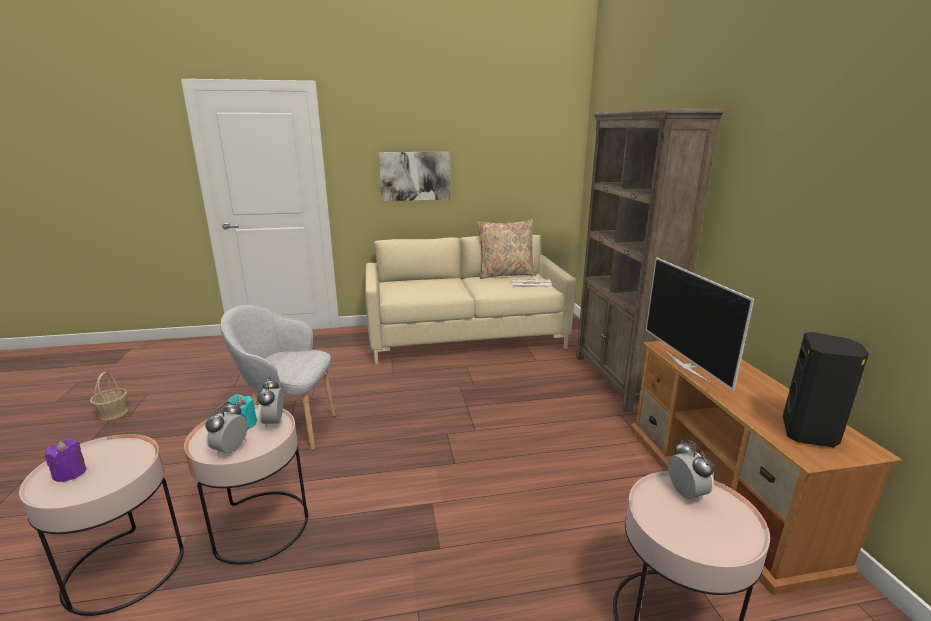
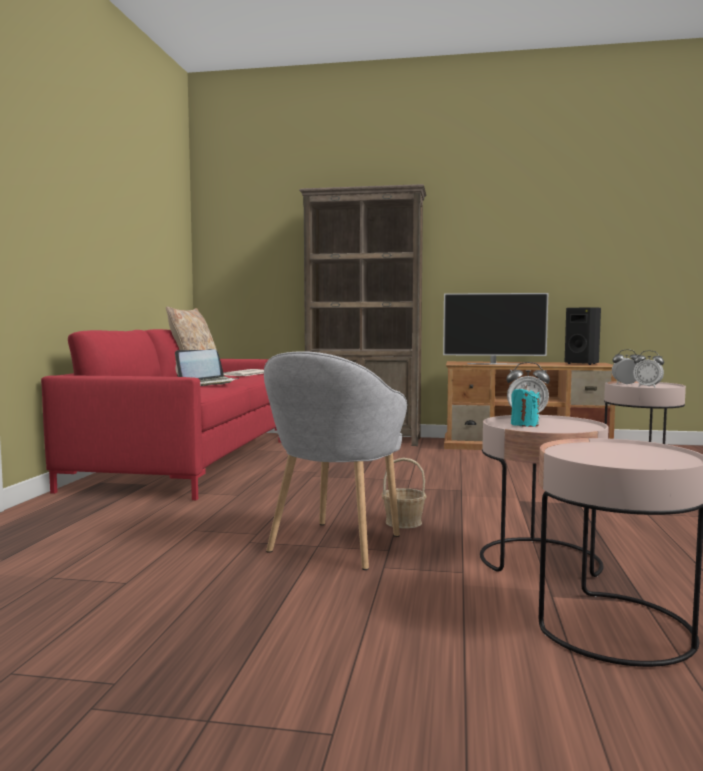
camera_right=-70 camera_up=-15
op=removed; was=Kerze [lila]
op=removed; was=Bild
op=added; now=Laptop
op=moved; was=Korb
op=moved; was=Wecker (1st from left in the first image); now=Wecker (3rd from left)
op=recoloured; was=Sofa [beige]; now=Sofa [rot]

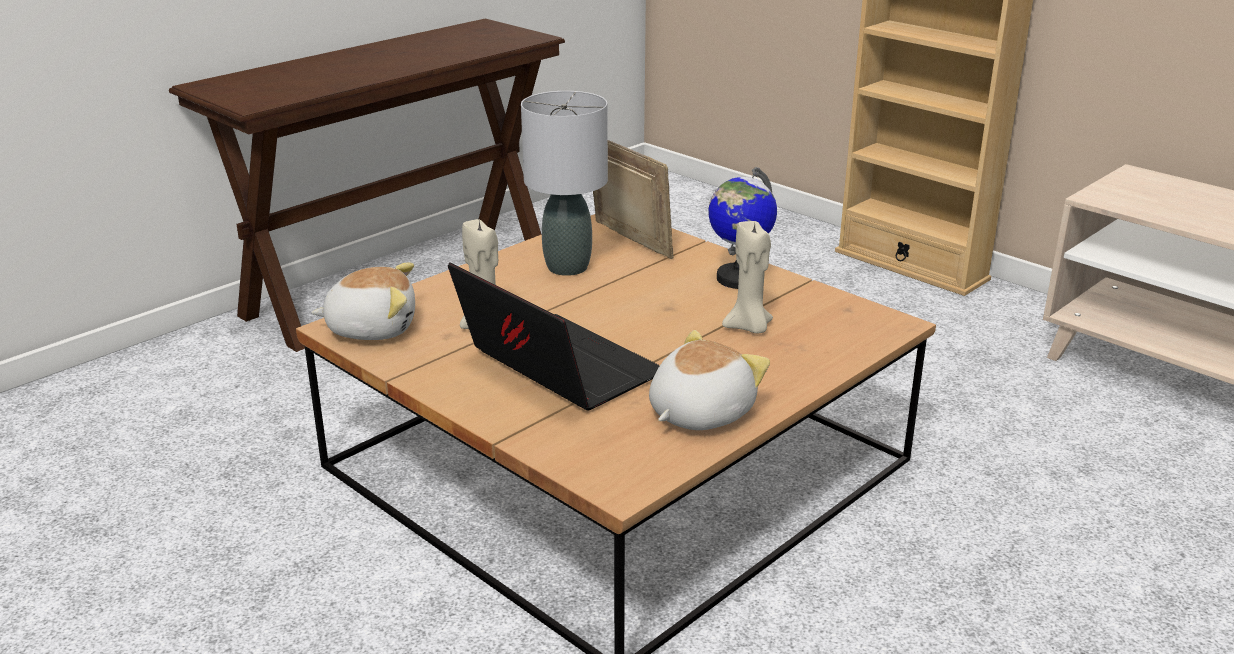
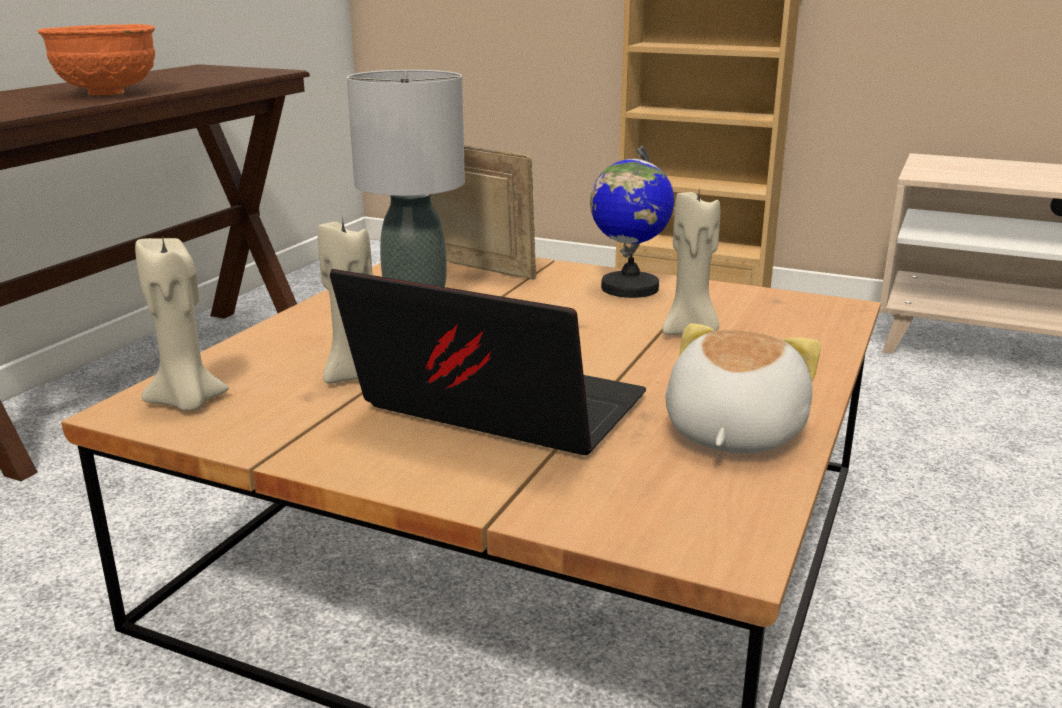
camera_right=-20 camera_up=-5
op=added; now=Schüssel [orange]
op=replaced; was=Plüschtier (1st from left); now=Kerze [beige] (1st from left)

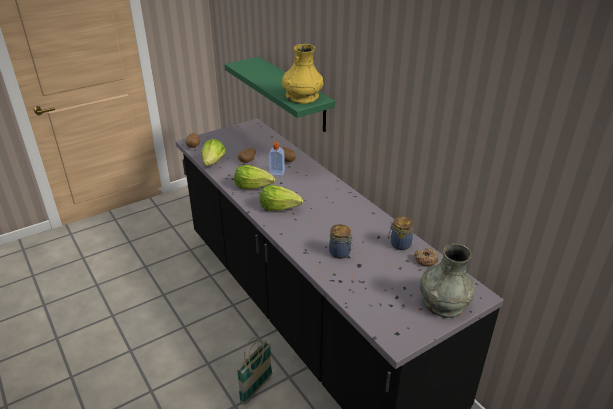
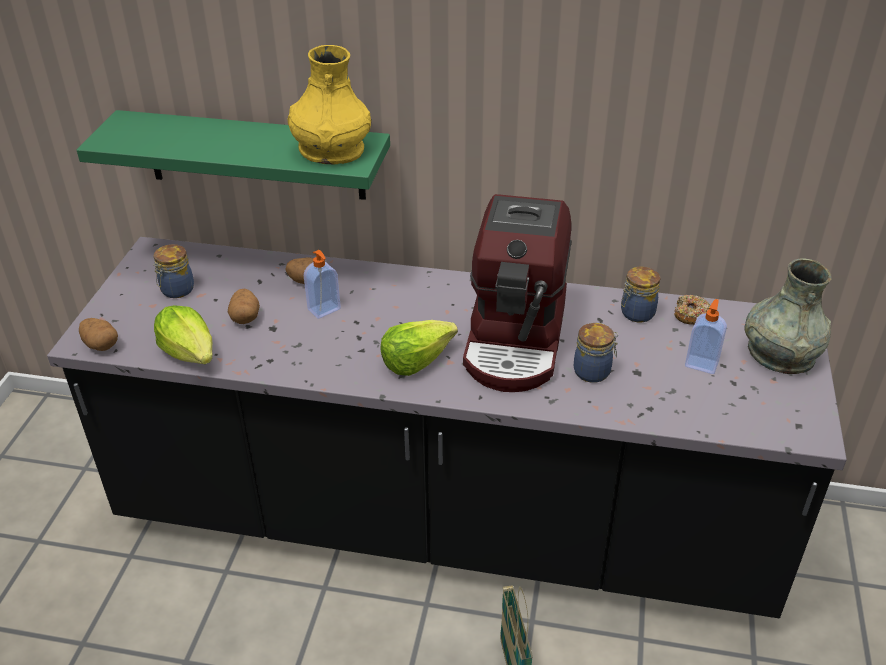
camera_right=-45 camera_up=5
op=removed; was=Salatkopf (2nd from left)
op=added; now=Vorratsglas (1st from left)
op=added; now=Kaffeemaschine
op=added; now=Seifenspender (2nd from left)

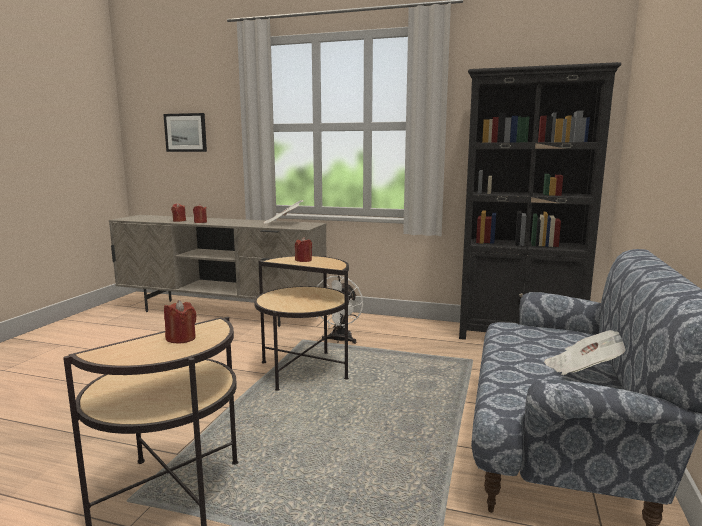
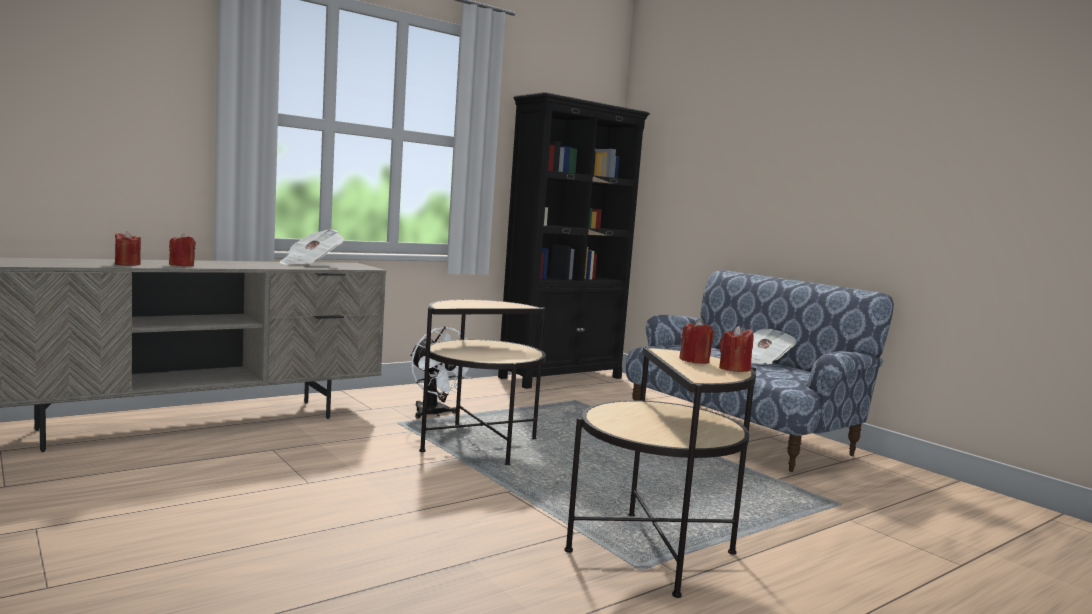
camera_right=-55 camera_up=-5
op=removed; was=Bild
op=moved; was=Kerze [rot] (4th from left)

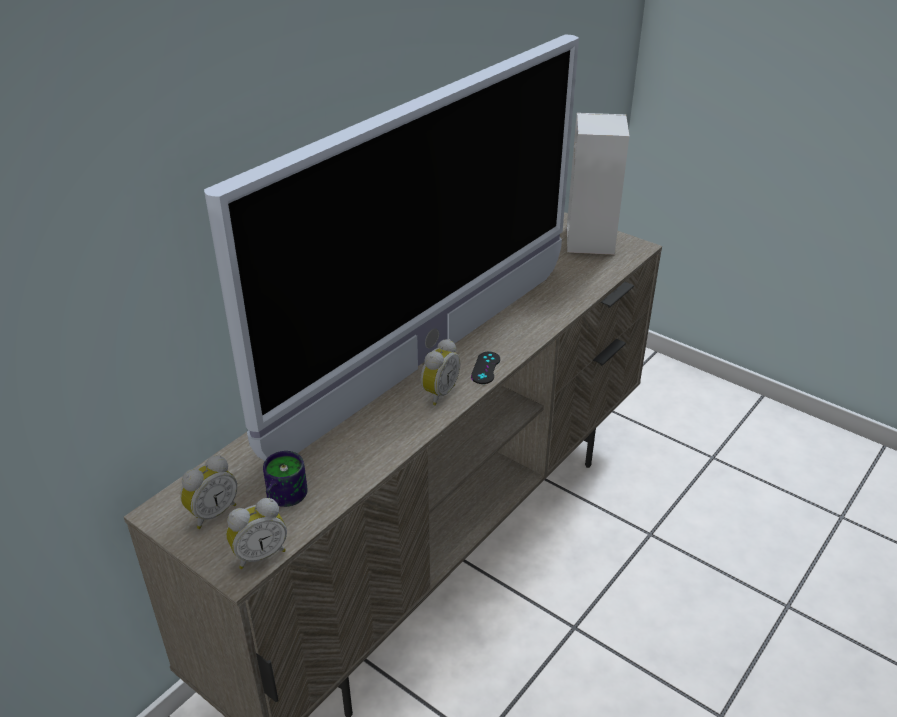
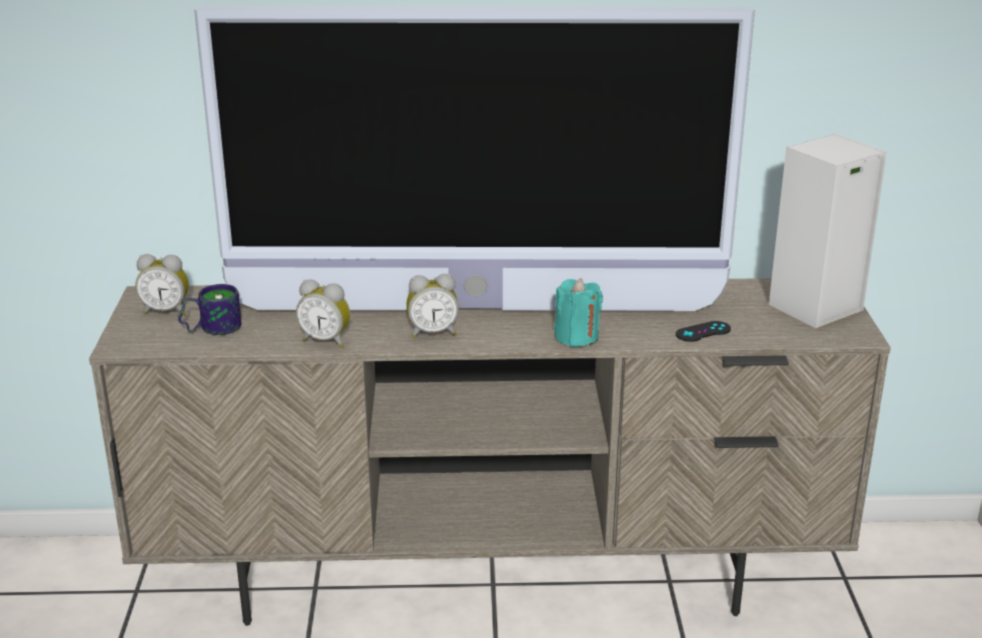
camera_right=50 camera_up=-10
op=added; now=Kerze [türkis]
op=moved; was=Wecker (2nd from left)
op=moved; was=Gamepad [schwarz]

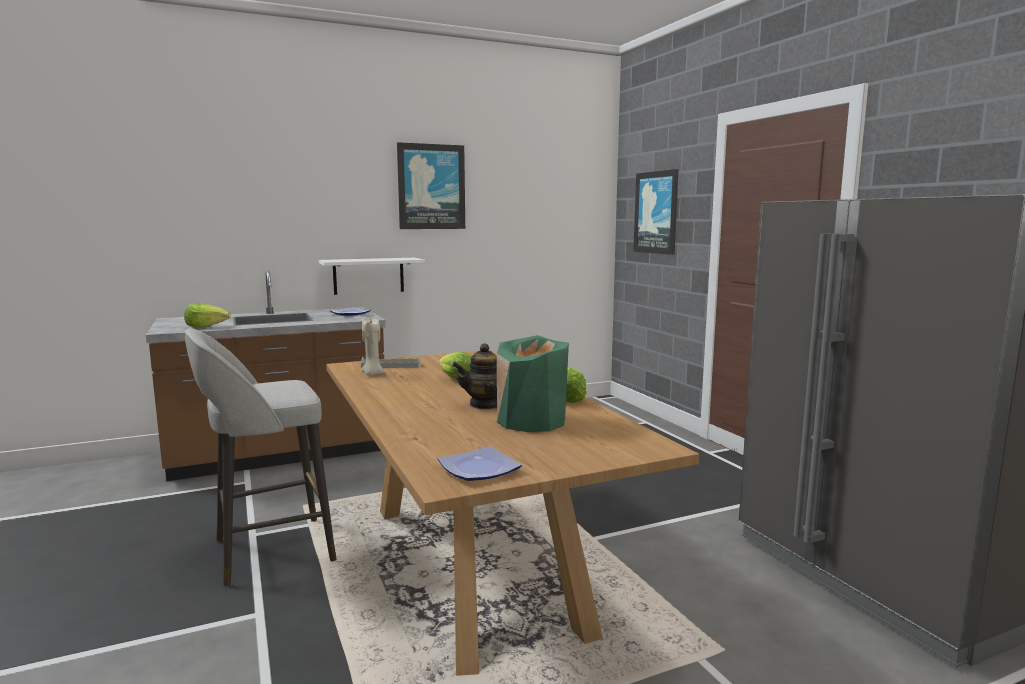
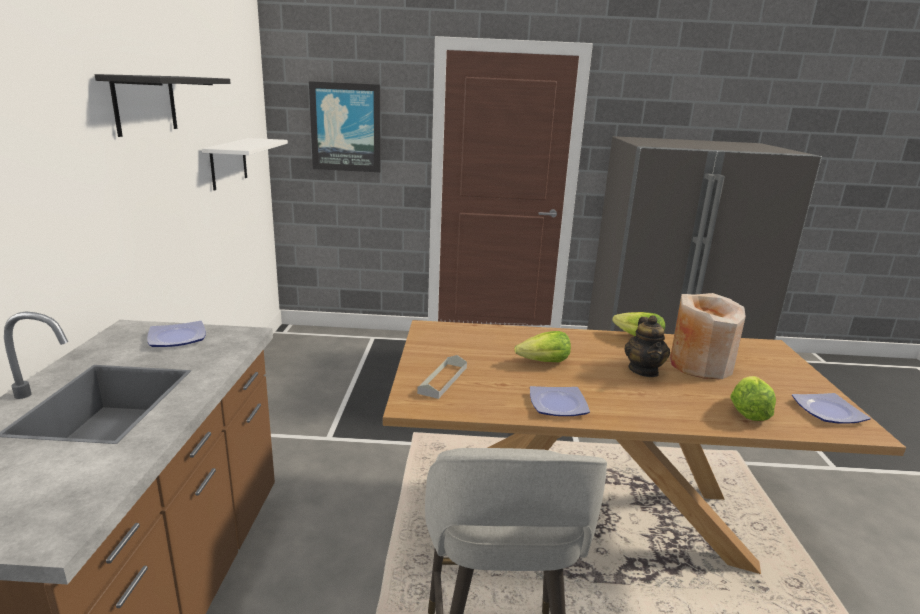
camera_right=-65 camera_up=10
op=removed; was=Kerze [beige]
op=added; now=Teller (2nd from left)
op=moved; was=Salatkopf (1st from left in the first image); now=Salatkopf (3rd from left)
op=moved; was=Wandregal [weiß]
op=replaced; was=Bild (1st from left); now=Wandregal [schwarz]
op=recoloured; was=Vase [grün]; now=Vase [beige]

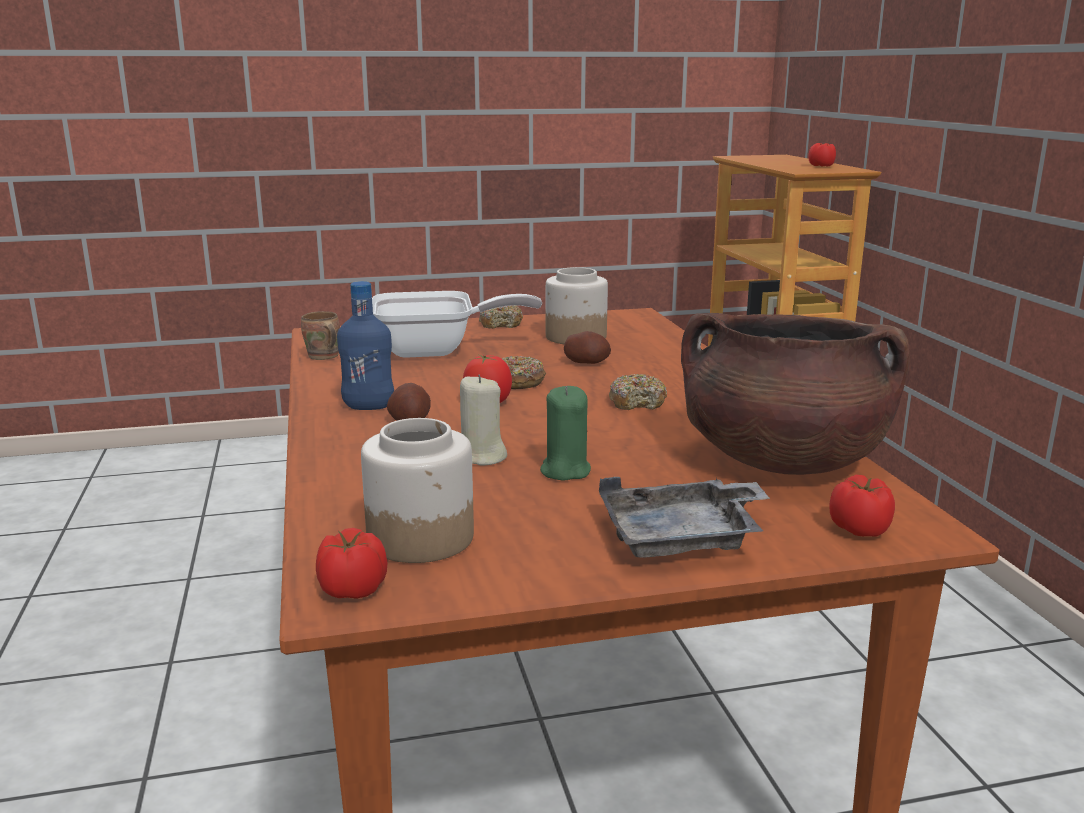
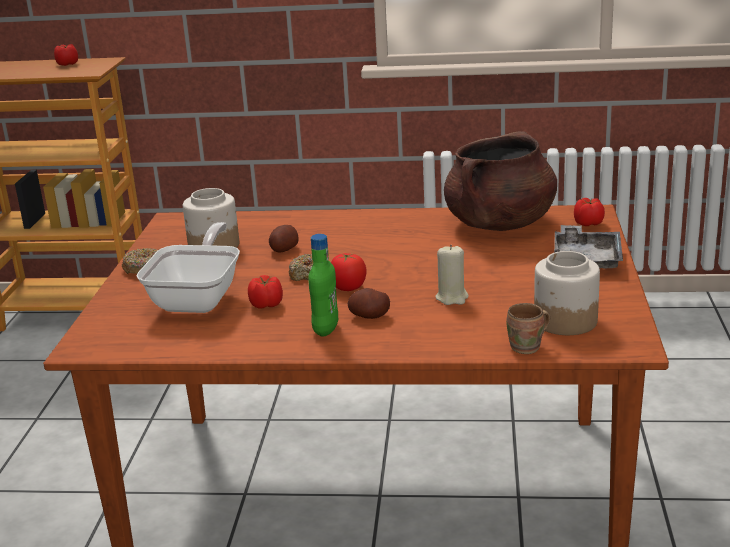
camera_right=-70 camera_up=5
op=removed; was=Kerze [grün]
op=removed; was=Donut (3rd from left)
op=moved; was=Henkelbecher [braun]
op=moved; was=Tomate (1st from left in the first image); now=Tomate (2nd from left)
op=recoloured; was=Flasche [blau]; now=Flasche [grün]

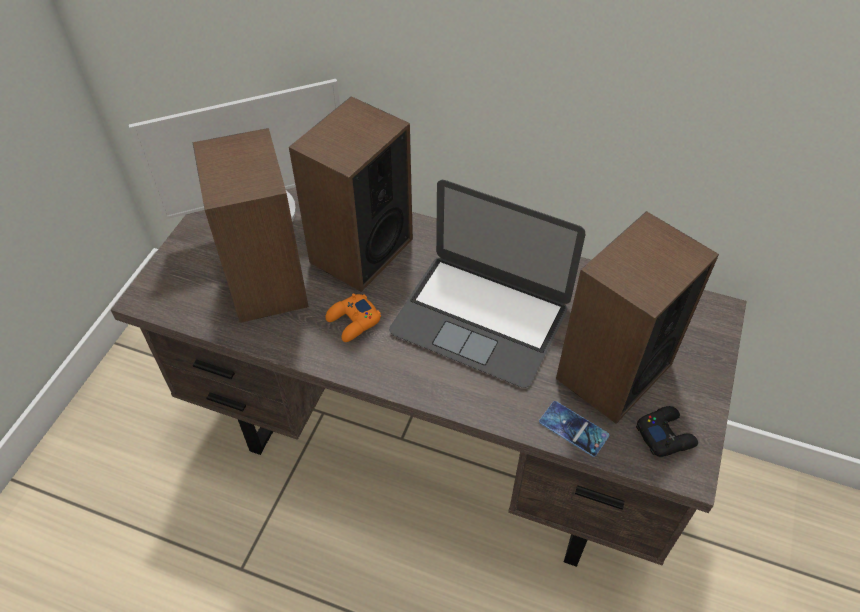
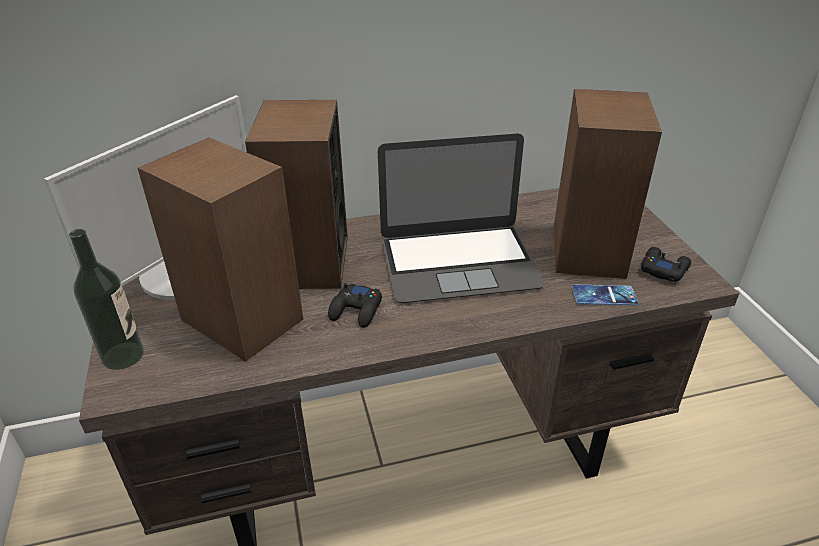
camera_right=-35 camera_up=-15
op=added; now=Flasche
op=recoloured; was=Gamepad [orange]; now=Gamepad [schwarz] (1st from left)

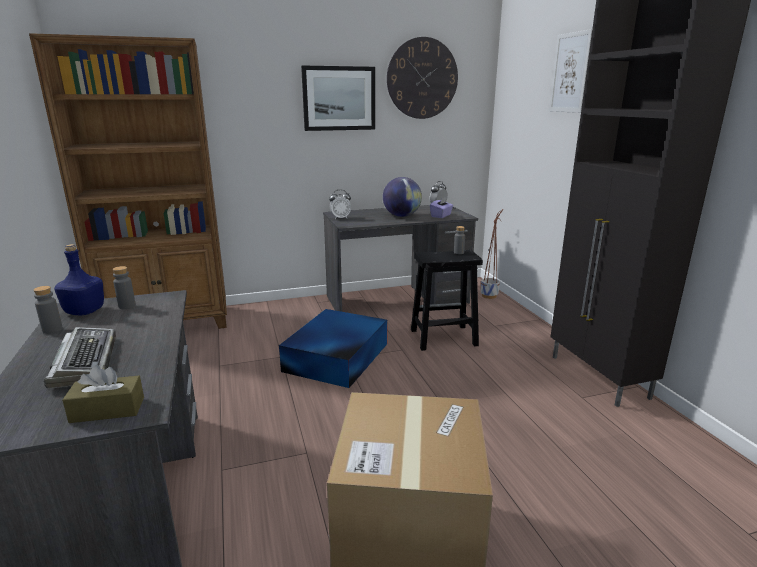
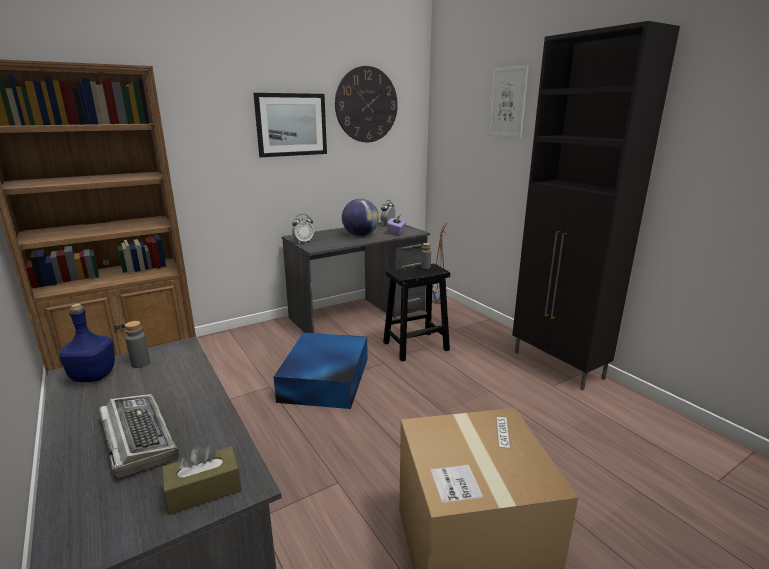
camera_right=-15 camera_up=0
op=removed; was=Flasche [grau] (1st from left)

